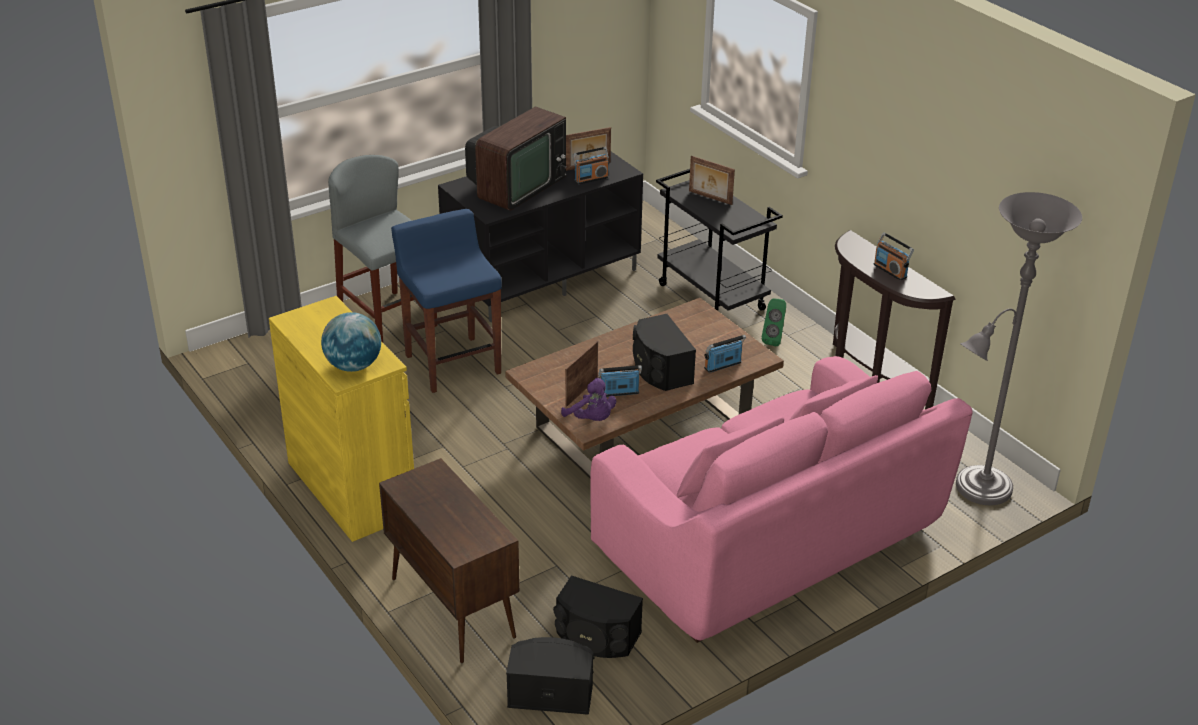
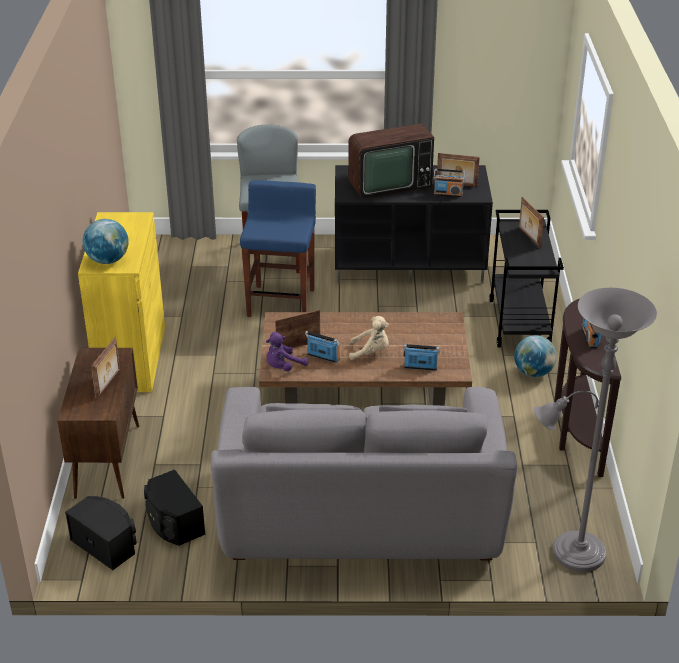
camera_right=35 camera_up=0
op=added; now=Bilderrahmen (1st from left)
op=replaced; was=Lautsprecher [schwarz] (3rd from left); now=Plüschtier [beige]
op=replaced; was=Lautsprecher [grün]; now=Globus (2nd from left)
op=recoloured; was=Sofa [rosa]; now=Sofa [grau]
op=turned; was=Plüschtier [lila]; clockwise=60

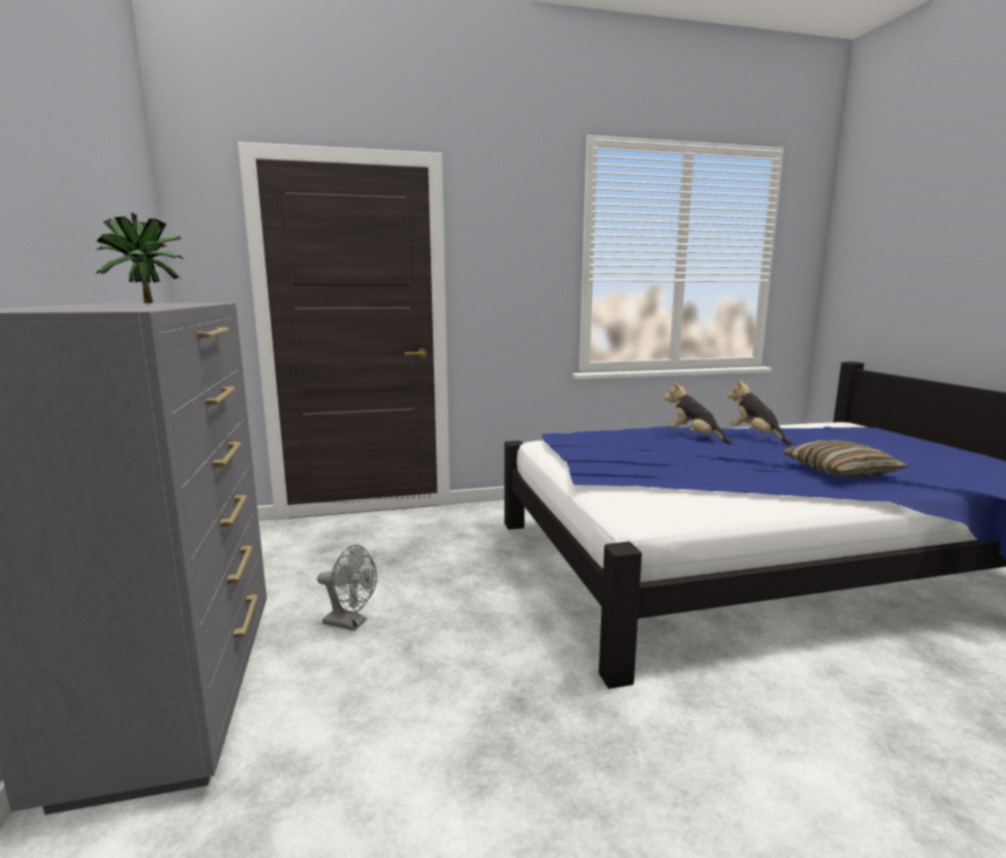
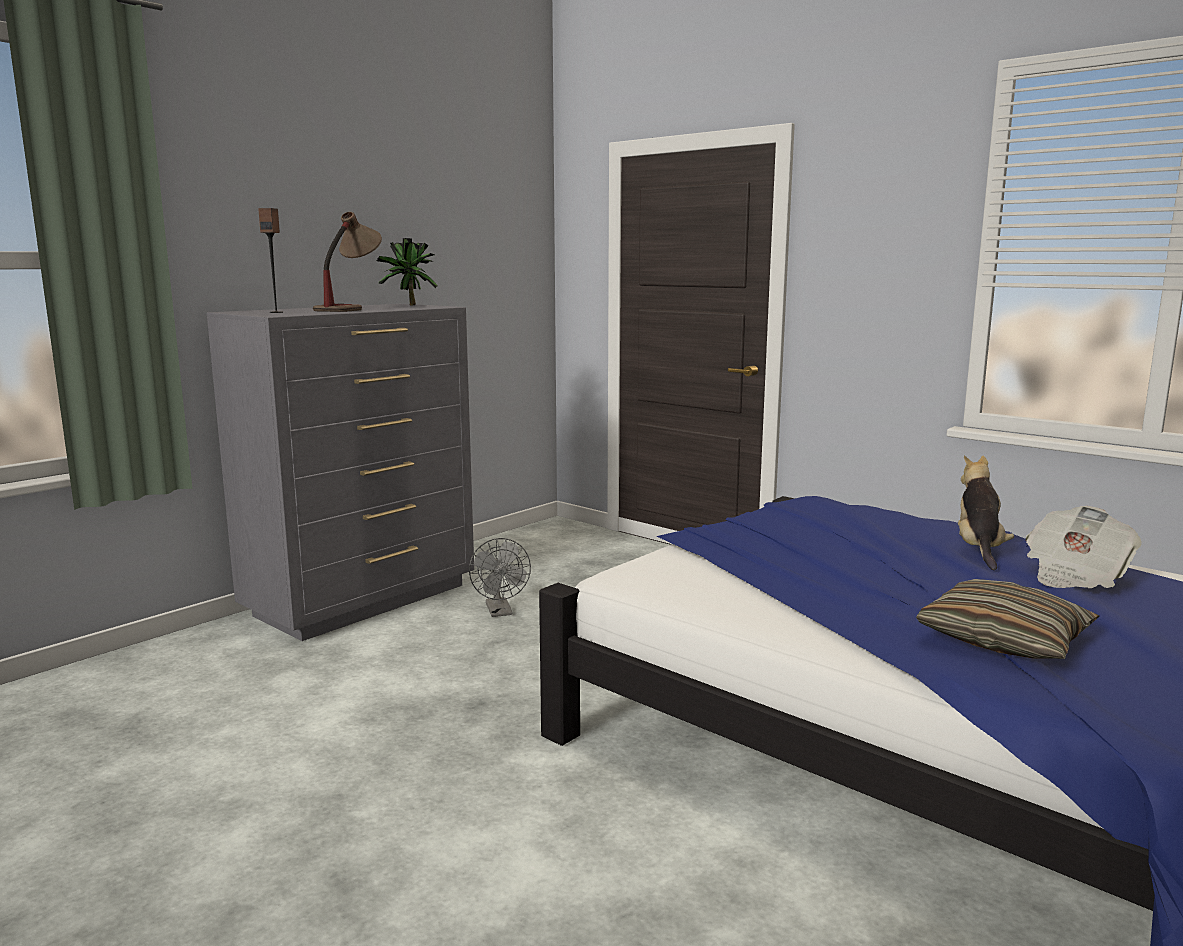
camera_right=55 camera_up=0
op=added; now=Lautsprecher
op=added; now=Tischlampe
op=replaced; was=Plüschtier (2nd from left); now=Zeitung

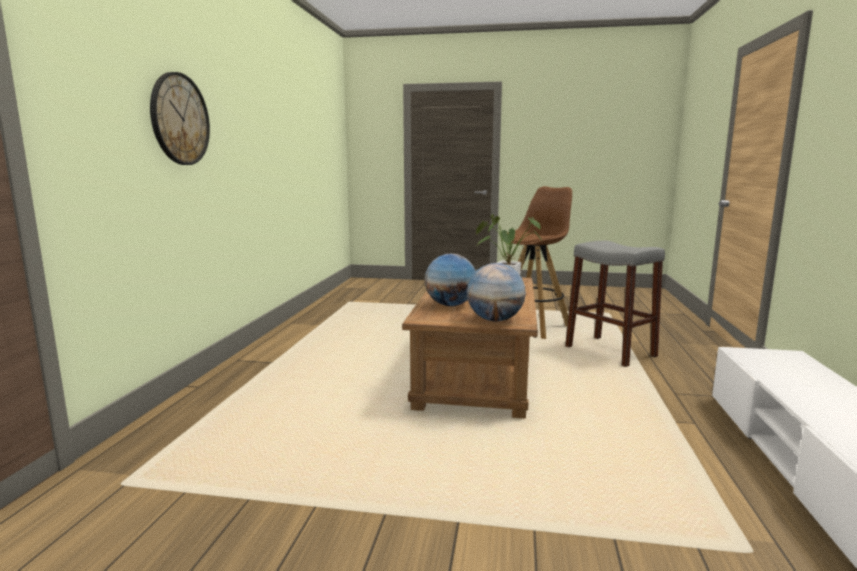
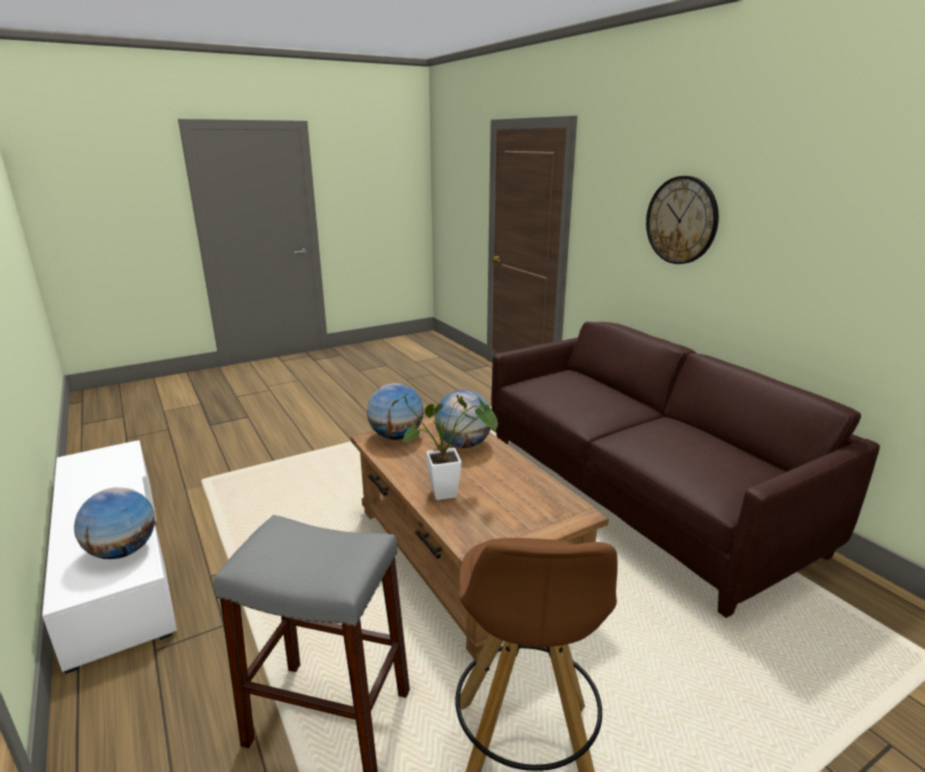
camera_right=140 camera_up=10
op=added; now=Globus (1st from left)
op=added; now=Sofa [braun]

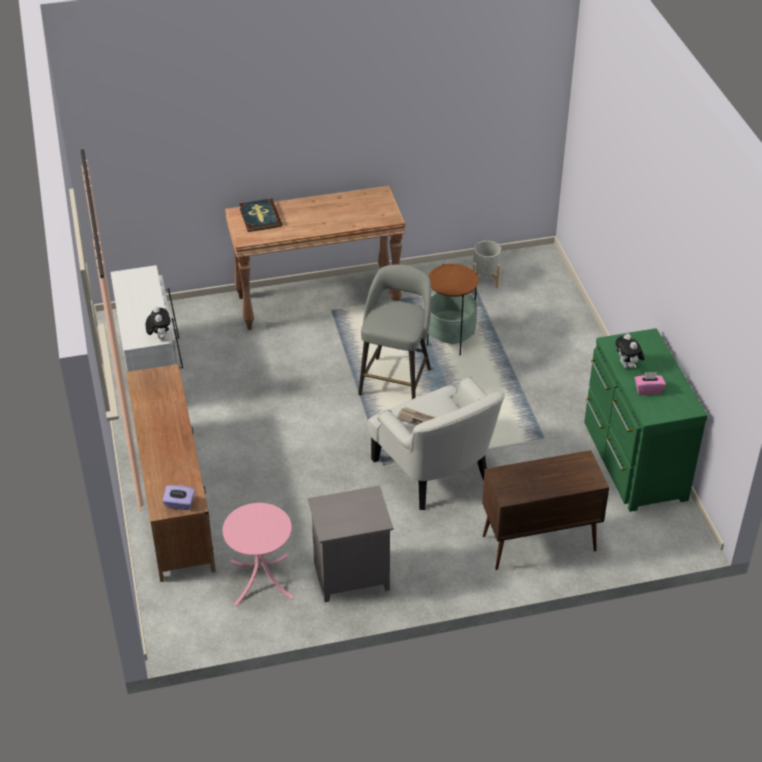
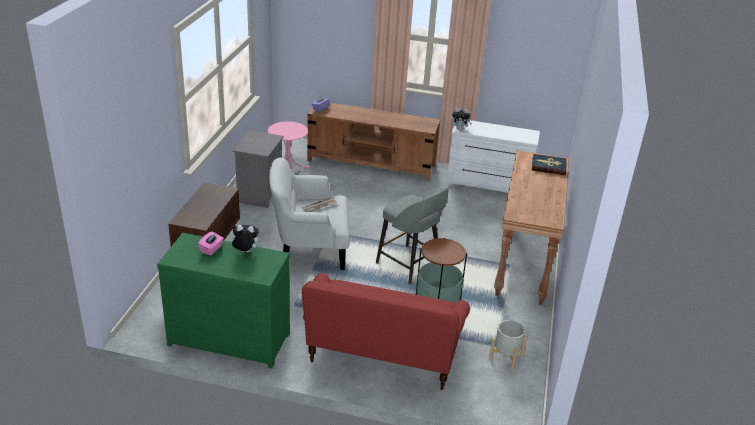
camera_right=115 camera_up=-10
op=added; now=Sofa [rot]

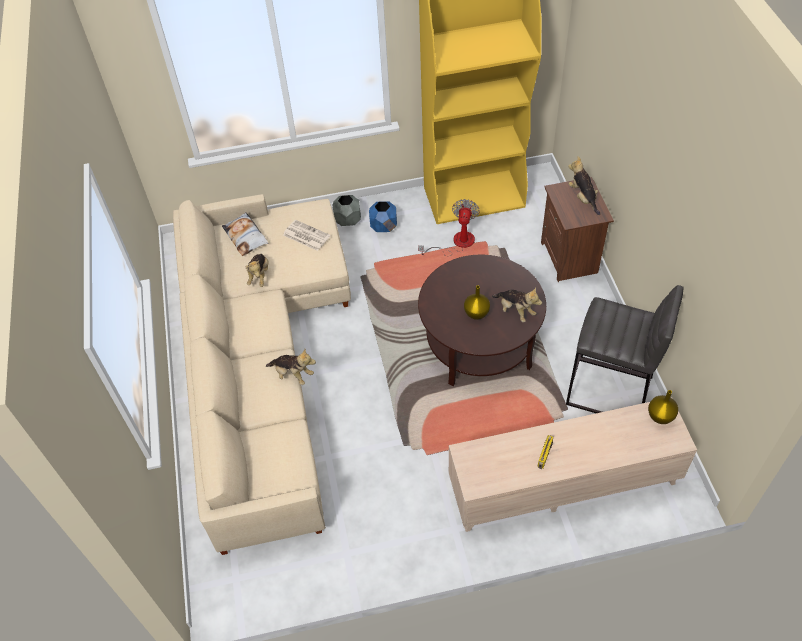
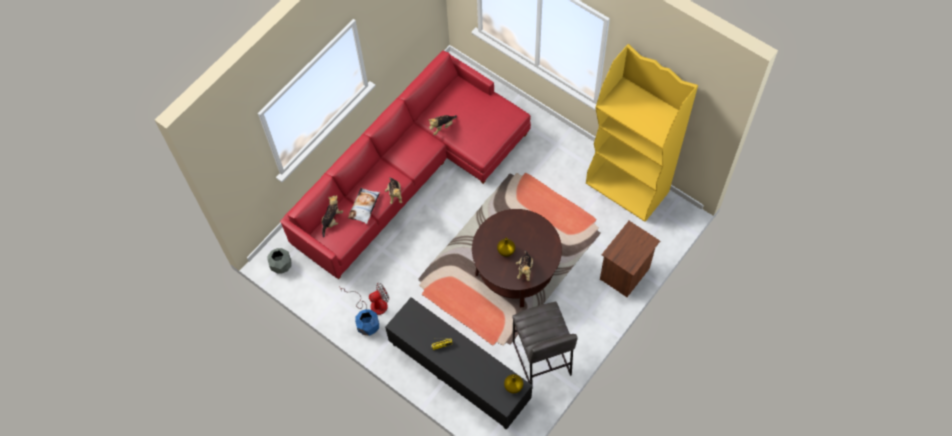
camera_right=50 camera_up=10
op=removed; was=Zeitung
op=moved; was=Kissen
op=moved; was=Pflanzkübel [grau]
op=moved; was=Pflanzkübel [blau]
op=moved; was=Ventilator
op=moved; was=Plüschtier (4th from left in the first image); now=Plüschtier (1st from left)
op=recoloured; was=Sofa [beige]; now=Sofa [rot]
op=recoloured; was=Fernsehschrank [beige]; now=Fernsehschrank [schwarz]

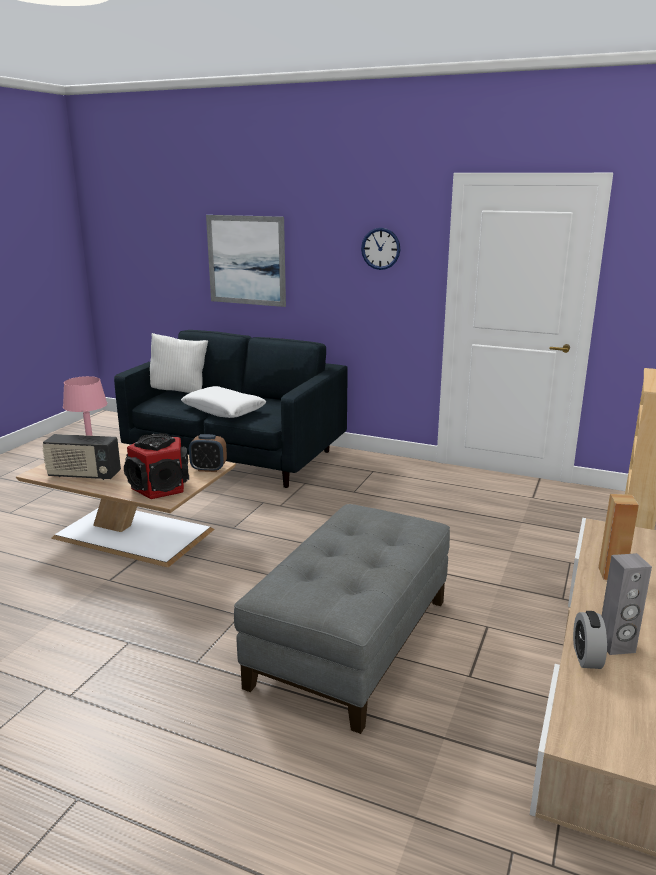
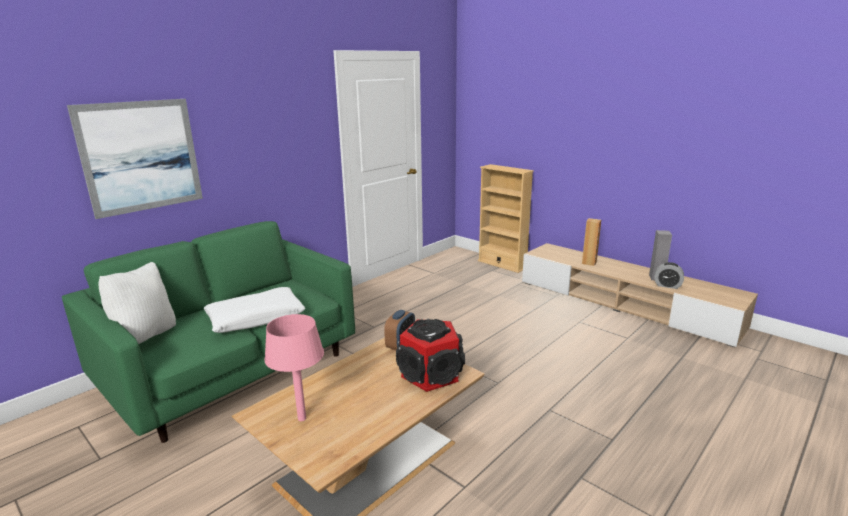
camera_right=-70 camera_up=0
op=removed; was=Radio
op=removed; was=Polsterhocker [grau]
op=removed; was=Wanduhr
op=recoloured; was=Sofa [blau]; now=Sofa [grün]

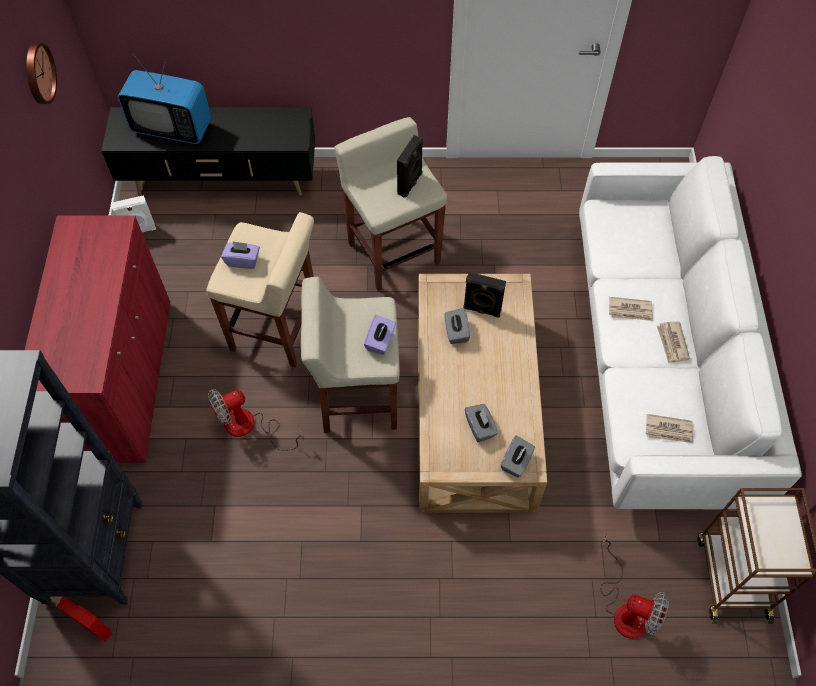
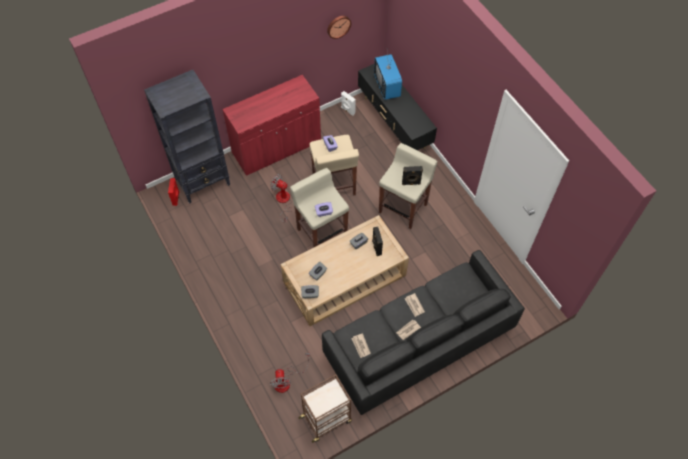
camera_right=60 camera_up=0
op=recoloured; was=Sofa [weiß]; now=Sofa [schwarz]

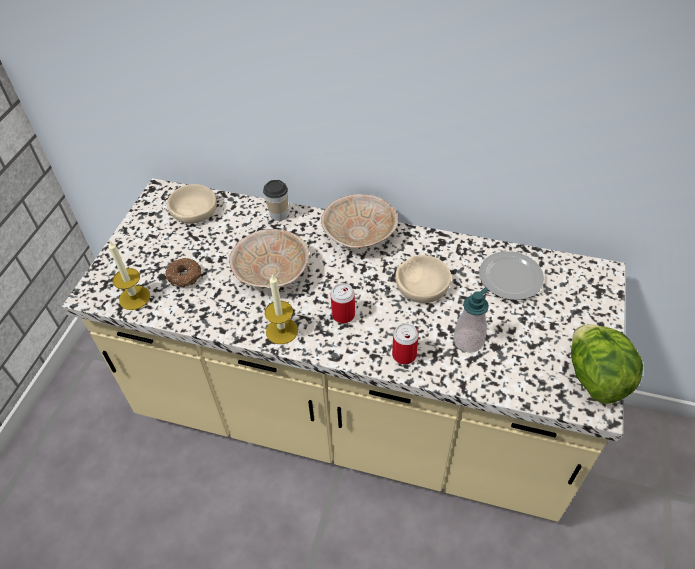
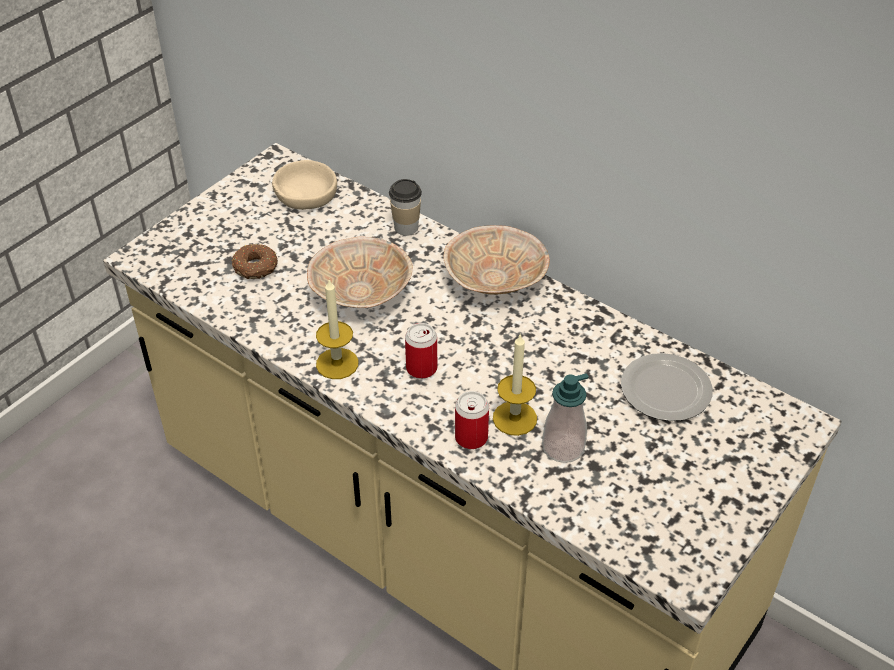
camera_right=20 camera_up=-5
op=removed; was=Schüssel [beige] (4th from left)
op=removed; was=Salatkopf
op=moved; was=Kerze (1st from left in the first image); now=Kerze (2nd from left)

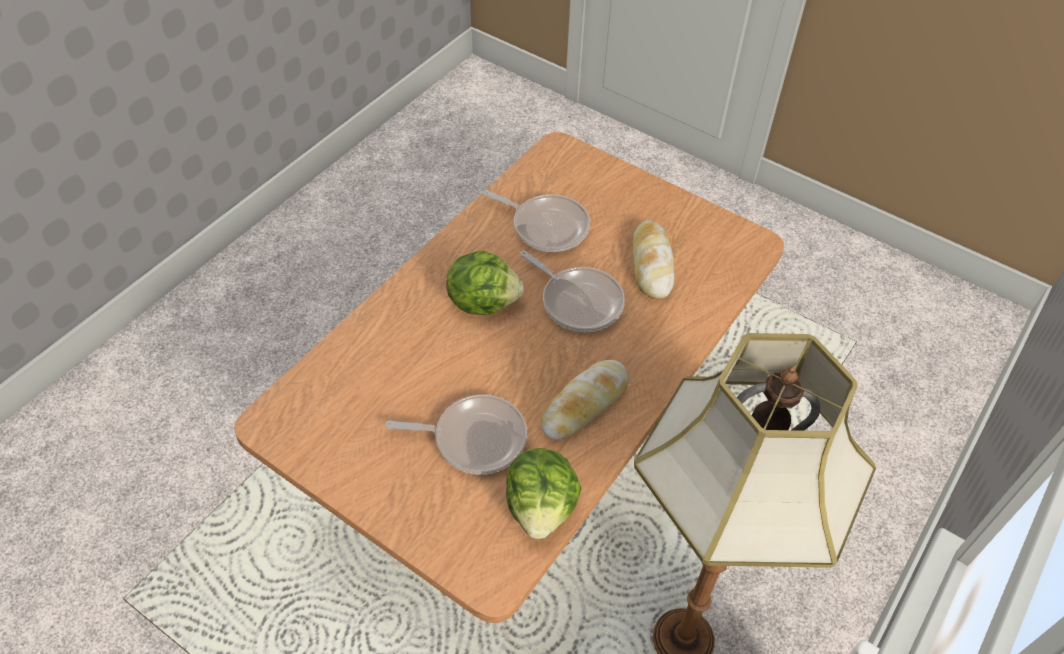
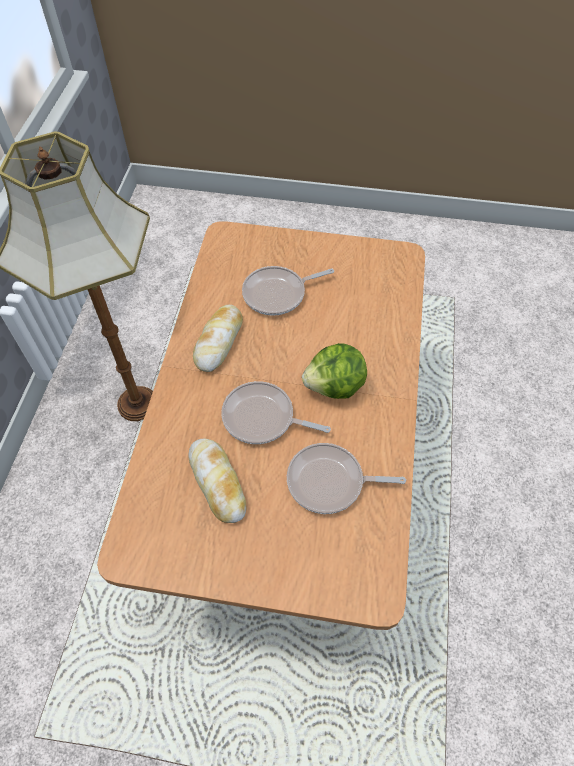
camera_right=155 camera_up=5
op=removed; was=Salatkopf (2nd from left)

